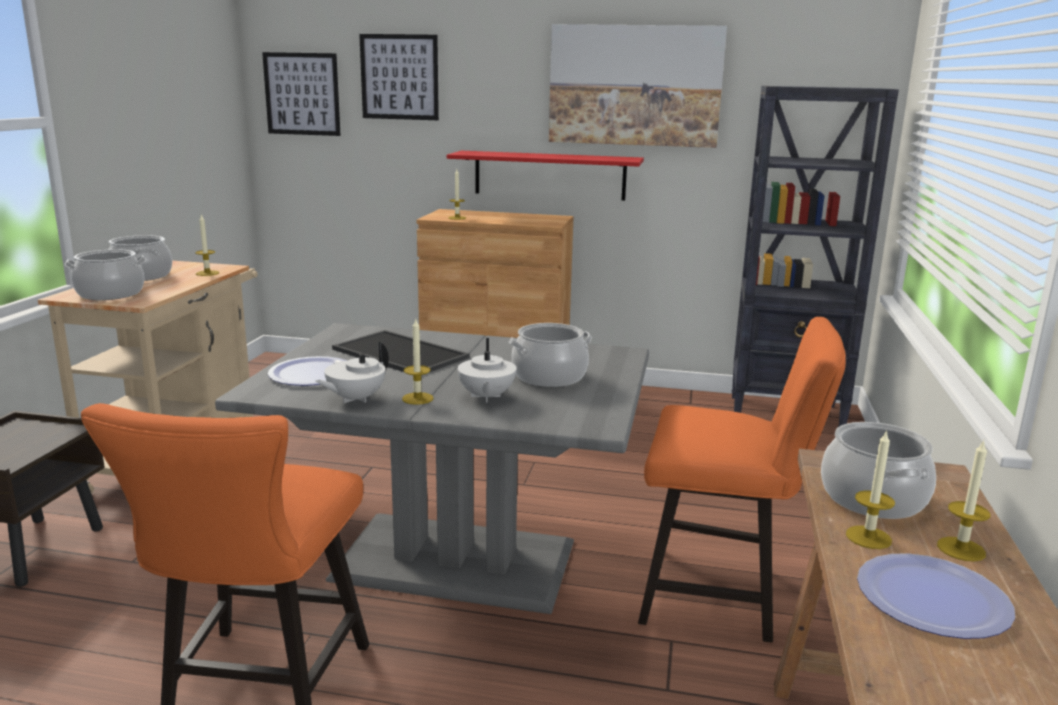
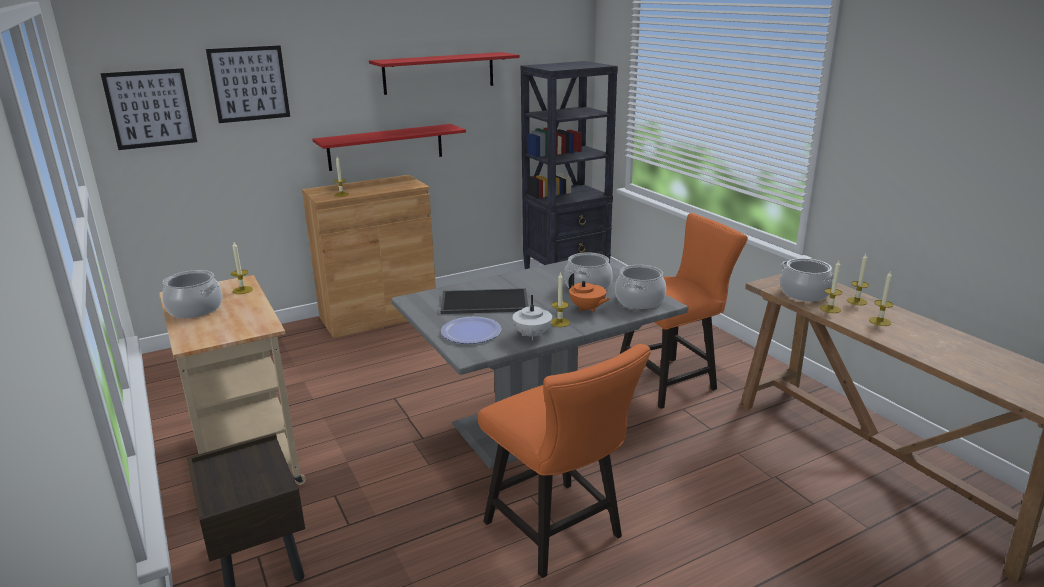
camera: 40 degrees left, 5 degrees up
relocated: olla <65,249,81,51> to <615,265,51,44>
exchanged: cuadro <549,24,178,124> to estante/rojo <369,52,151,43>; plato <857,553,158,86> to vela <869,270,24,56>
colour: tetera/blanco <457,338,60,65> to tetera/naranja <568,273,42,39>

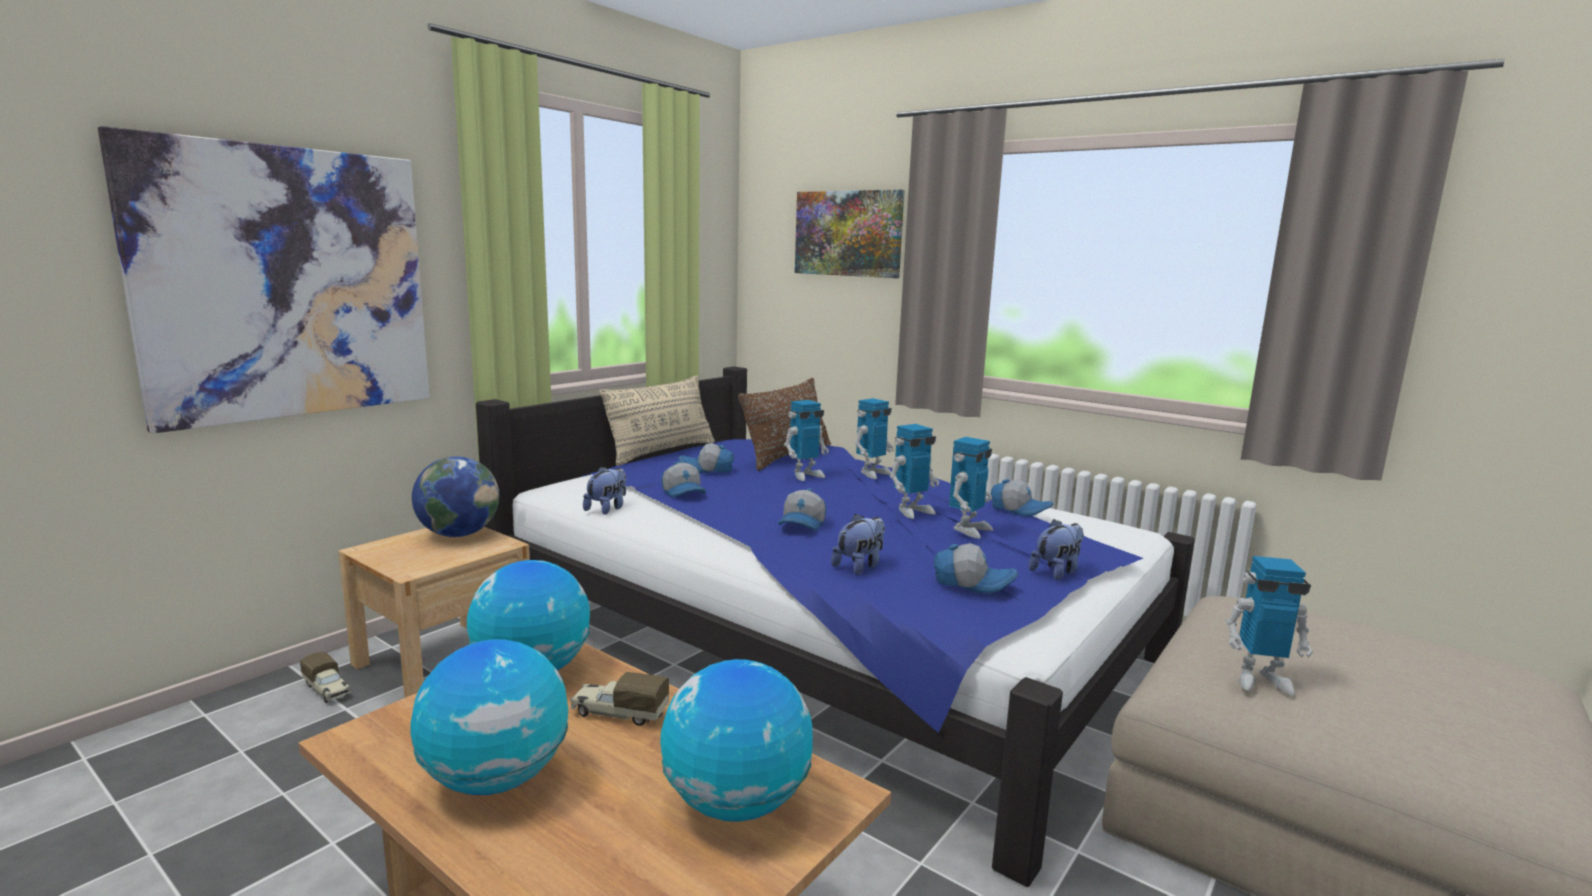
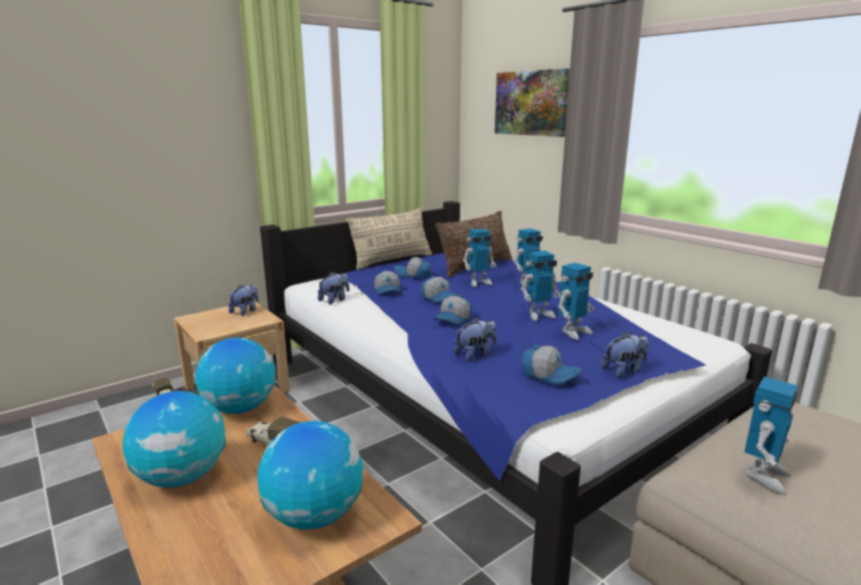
camera: 15 degrees right, 5 degrees up
missing: cuadro <98,126,331,308>
relocated: gorra <991,479,62,37> to <421,276,37,27>
exchanged: globo terráqueo <412,456,87,81> to peluche <228,284,30,32>
spun: robot de juguete <1226,556,87,140> = <745,377,53,116> 75 degrees counterclockwise

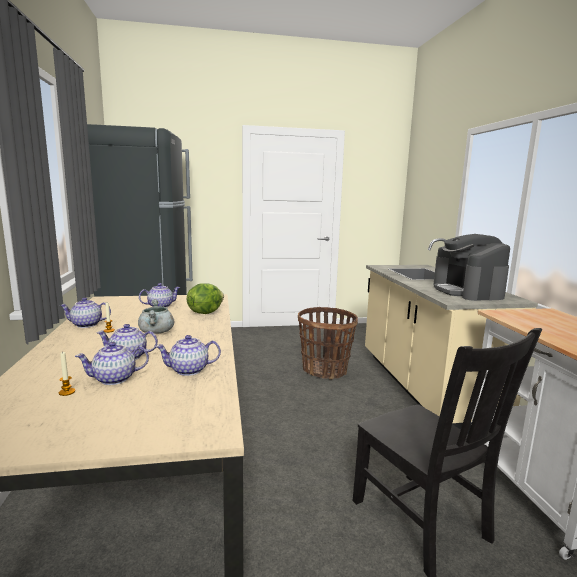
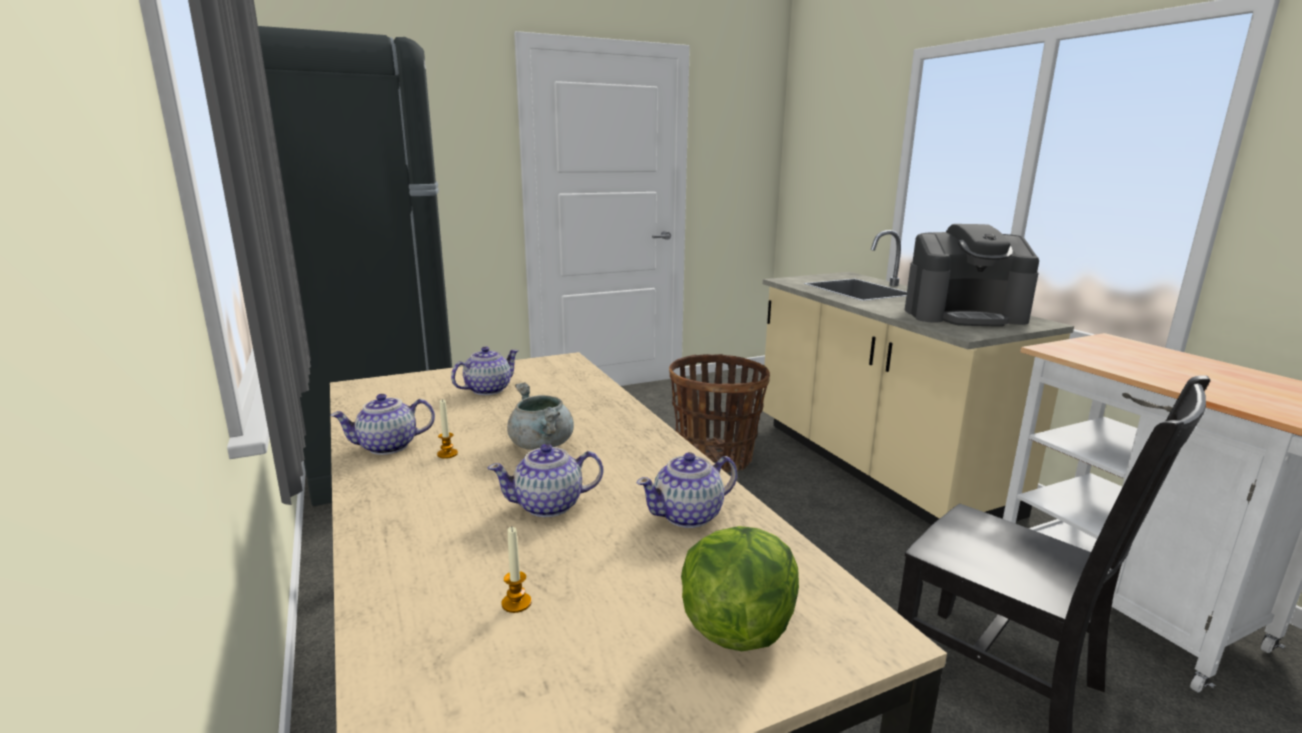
camera: 15 degrees left, 5 degrees up
missing: tetera <75,342,74,43>
relocated: lechuga <187,283,37,31> to <681,526,118,125>
spun: cafetera <433,234,77,67> = <905,224,134,103> 60 degrees counterclockwise

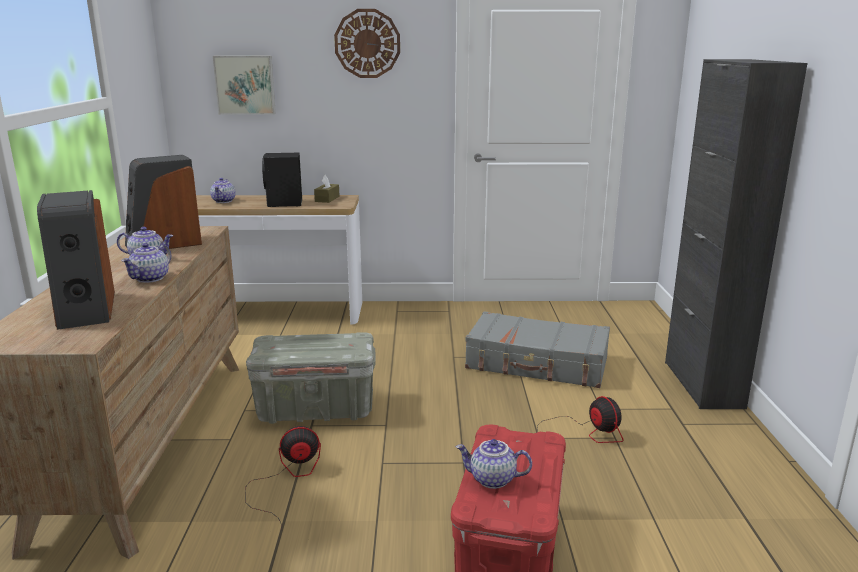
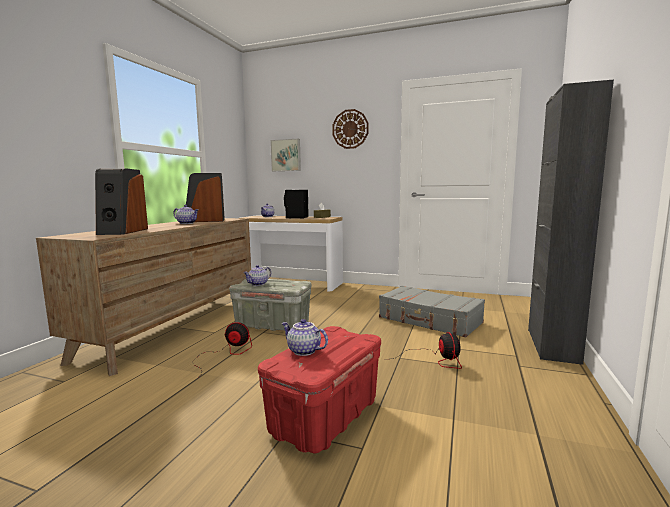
camera: 20 degrees right, 10 degrees down
relocated: tetera <121,243,50,40> to <243,265,28,21>

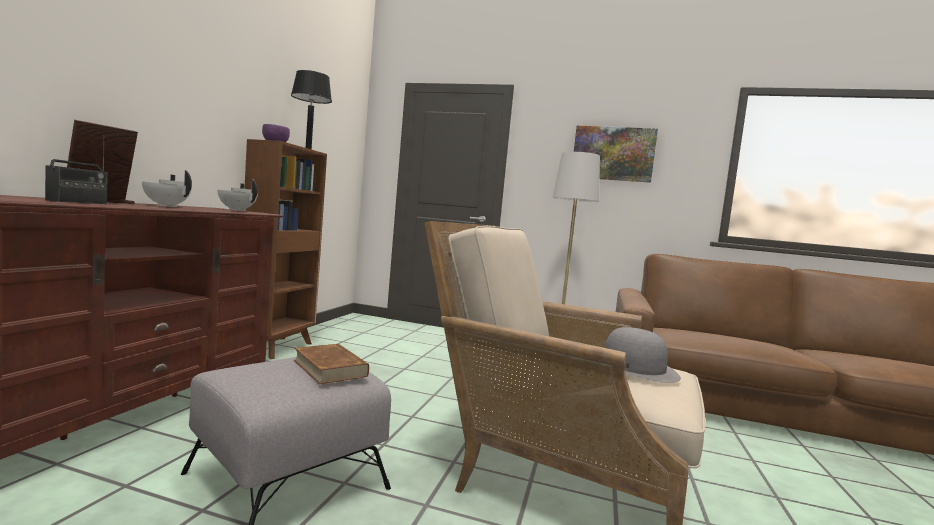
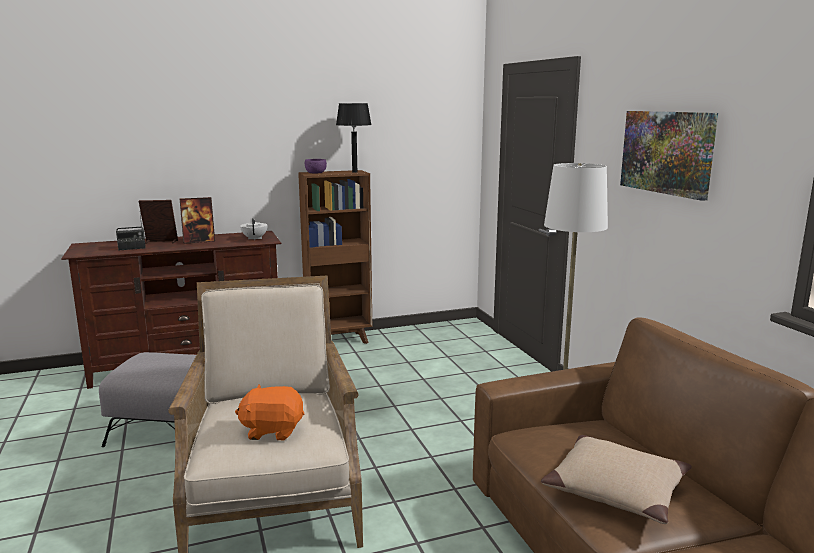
camera: 55 degrees right, 10 degrees up
missing: libro/marrón <294,344,75,40>
appeared: cojín/beis <541,435,151,89>
exchanged: tetera/blanco <142,170,50,37> to portarretratos <180,197,35,47>; sombrero/gris <605,327,76,56> to peluche/naranja <235,385,69,55>

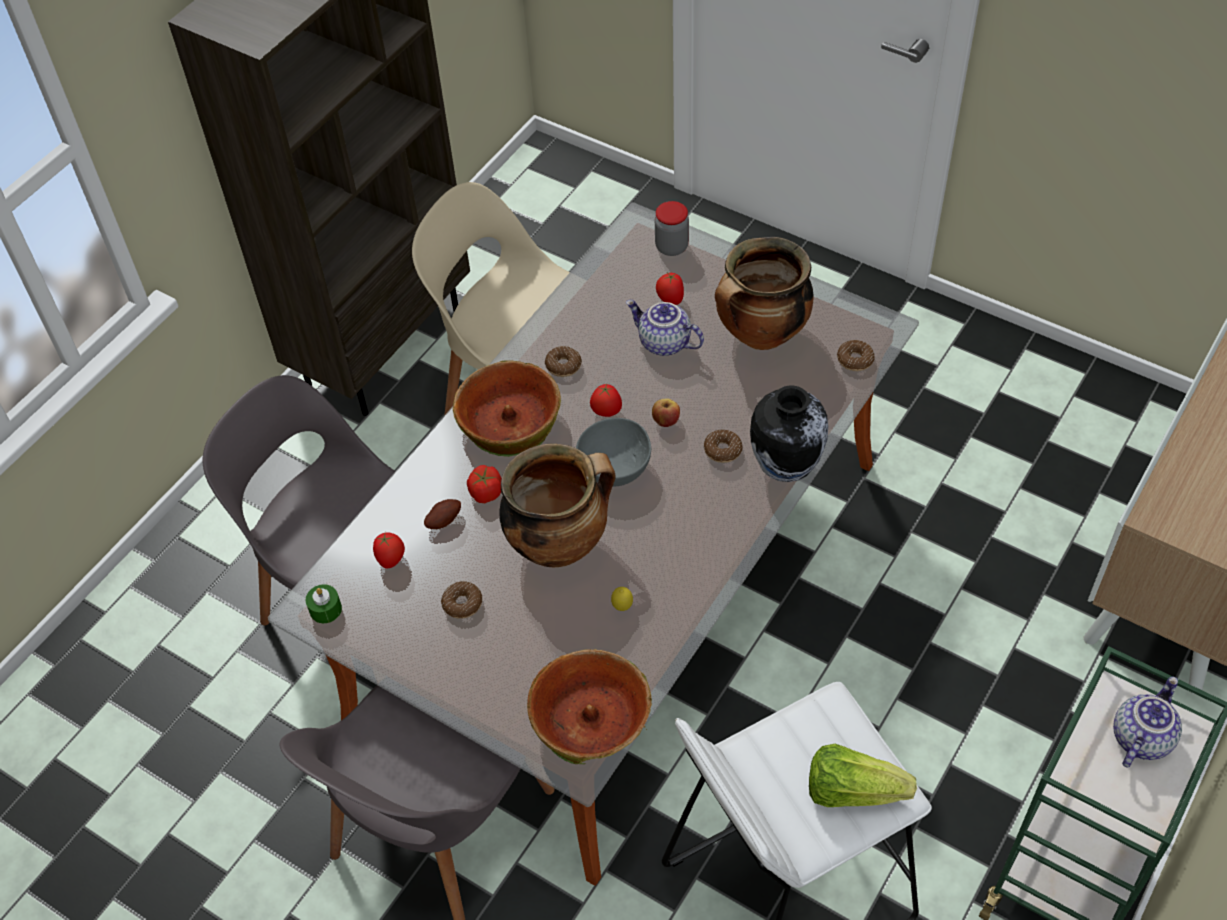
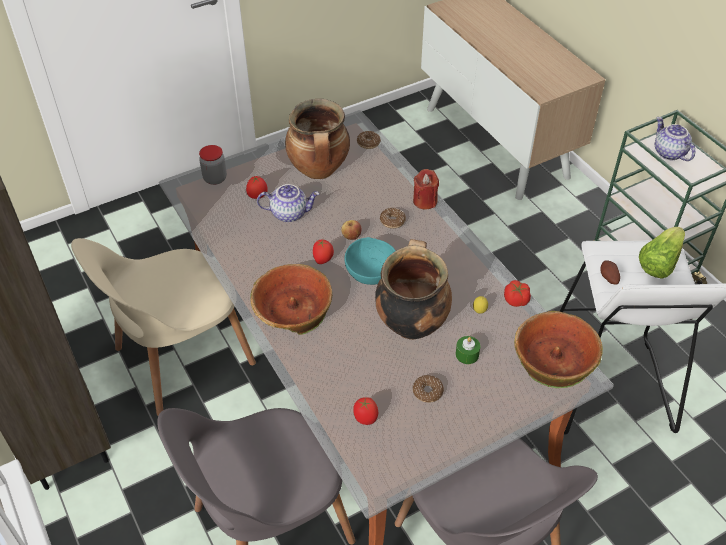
camera: 65 degrees left, 5 degrees down
missing: rosquilla <545,346,37,31>
relocated: vela/verde <306,584,36,39> to <456,336,24,28>; patata <424,499,37,30> to <600,260,20,24>; tomate <467,465,35,38> to <504,280,27,27>
exchanged: florero <750,385,78,97> to vela/rojo <413,169,26,41>
colour: cuenco/gris <576,418,75,68> to cuenco/turquesa <345,237,51,48>
spun: tetera <626,300,78,56> = <257,184,62,38> 150 degrees counterclockwise

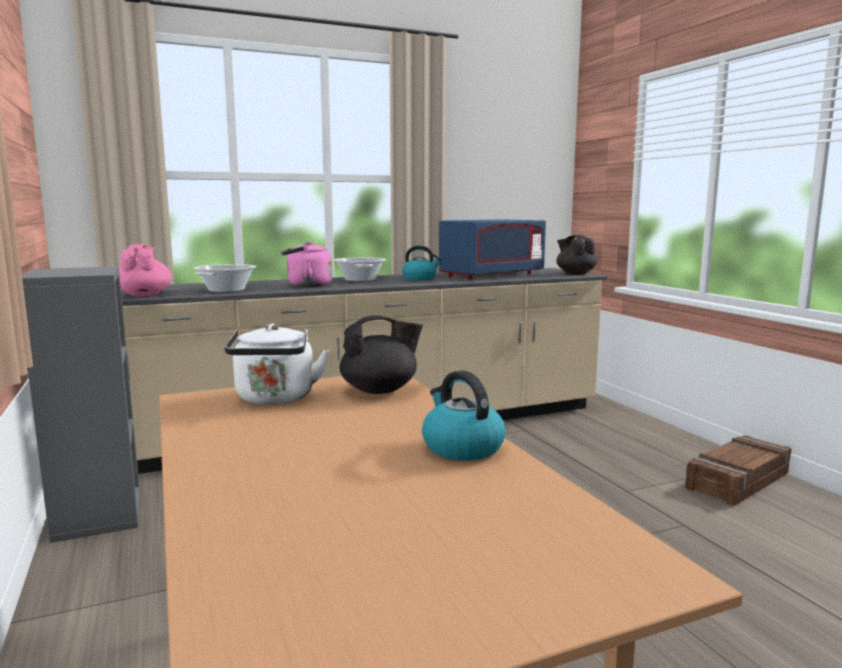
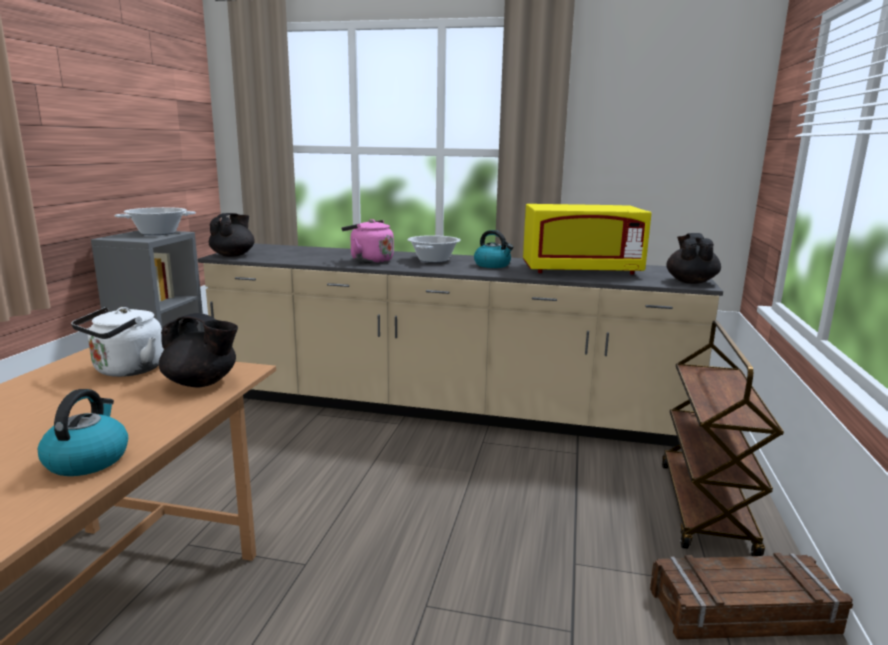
camera: 35 degrees right, 5 degrees up
appeared: carrito/marrón <662,320,122,236>
relocated: olla <193,264,63,29> to <115,207,81,28>
colour: tetera/rosa <119,244,53,53> to tetera/negro <209,213,46,44>; microondas/azul <439,220,107,59> to microondas/amarillo <523,204,129,71>

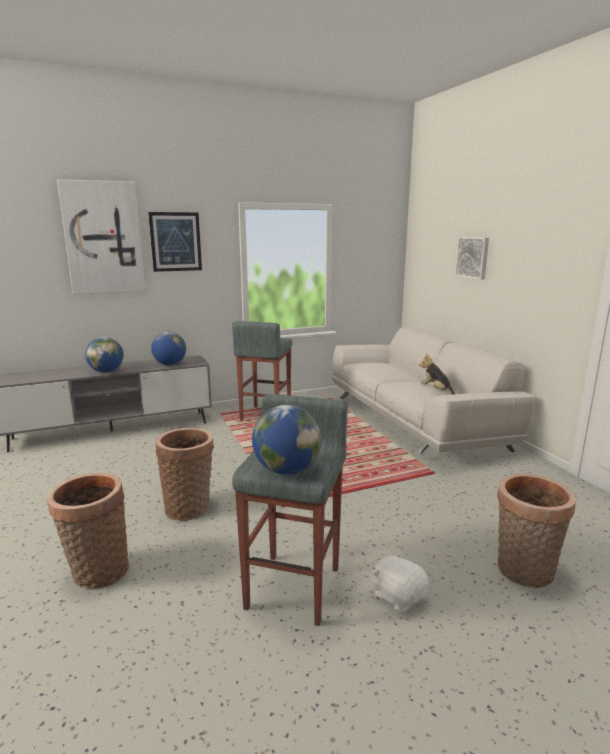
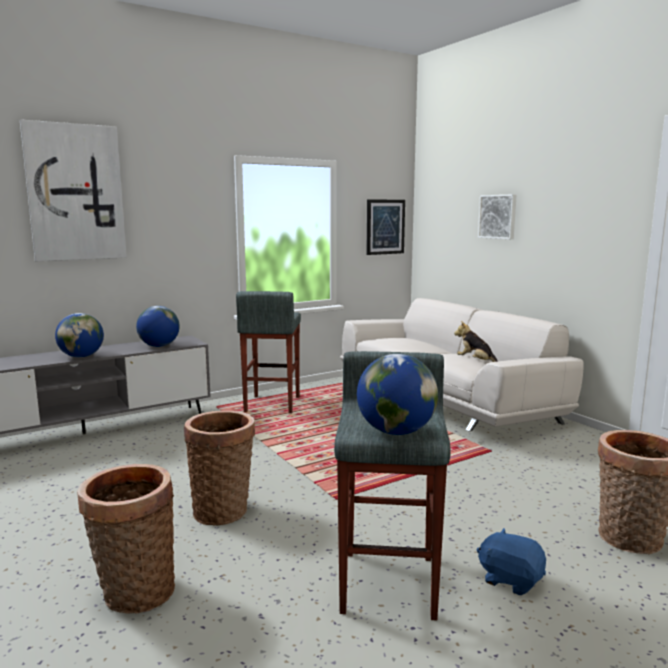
camera: 10 degrees left, 5 degrees down
relocated: cuadro <148,212,54,60> to <366,199,39,56>
colour: peluche/blanco <372,552,56,61> to peluche/azul <476,528,70,67>

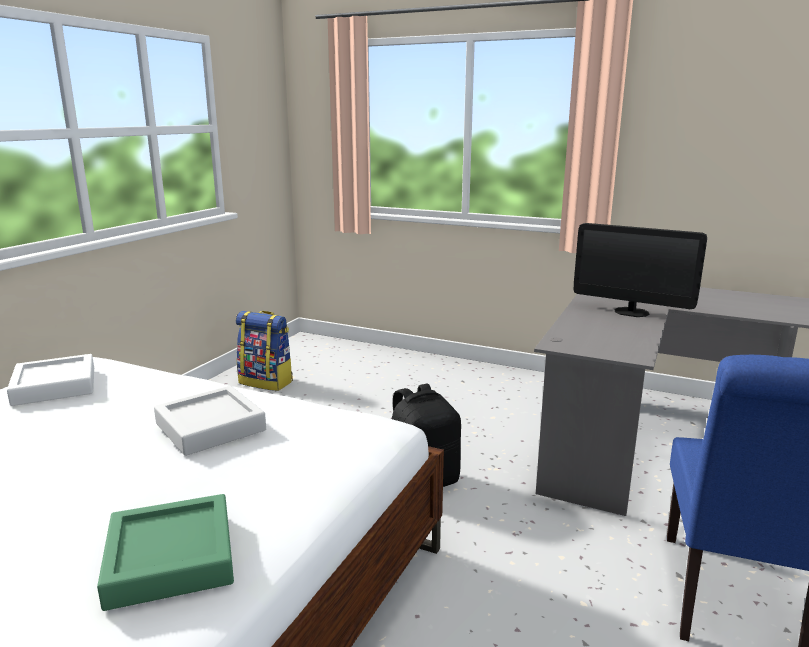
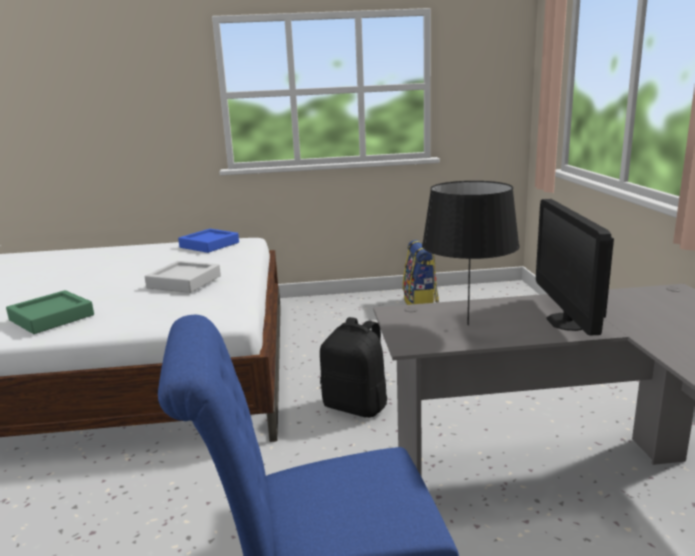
camera: 60 degrees right, 0 degrees up
appeared: lámpara de mesa/negro <422,181,98,144>
colour: bandeja/blanco <7,354,87,52> to bandeja/azul <178,229,61,24>

